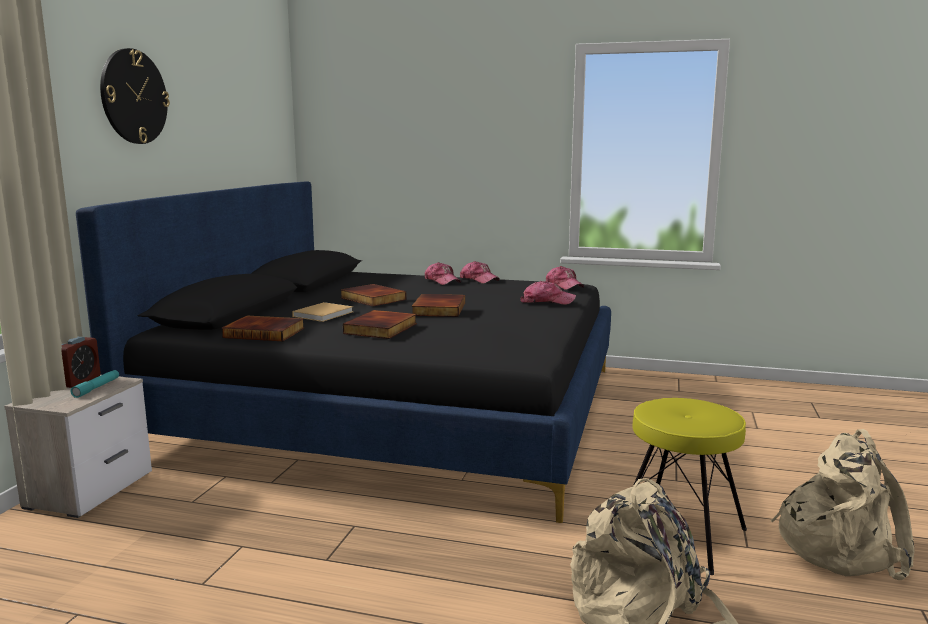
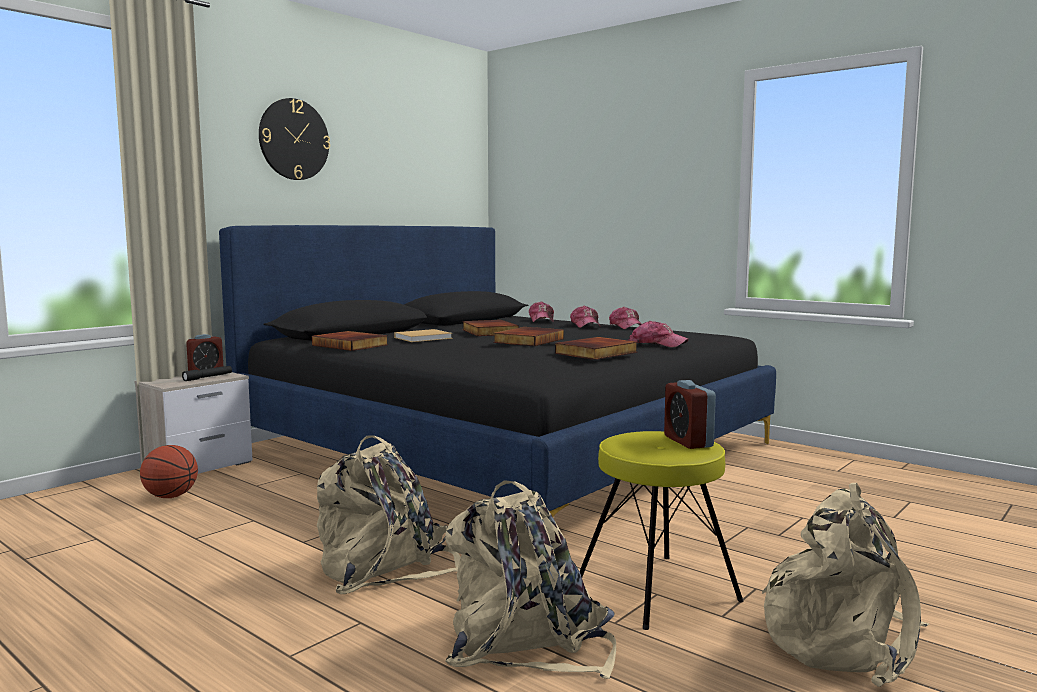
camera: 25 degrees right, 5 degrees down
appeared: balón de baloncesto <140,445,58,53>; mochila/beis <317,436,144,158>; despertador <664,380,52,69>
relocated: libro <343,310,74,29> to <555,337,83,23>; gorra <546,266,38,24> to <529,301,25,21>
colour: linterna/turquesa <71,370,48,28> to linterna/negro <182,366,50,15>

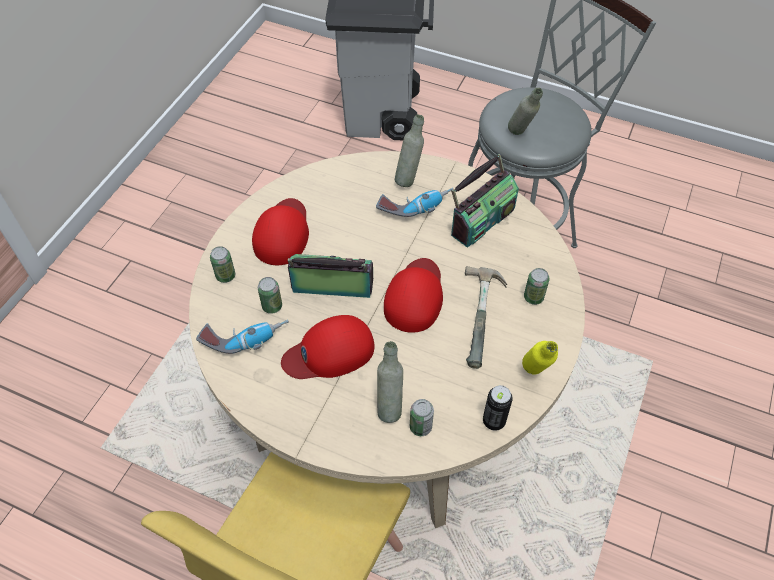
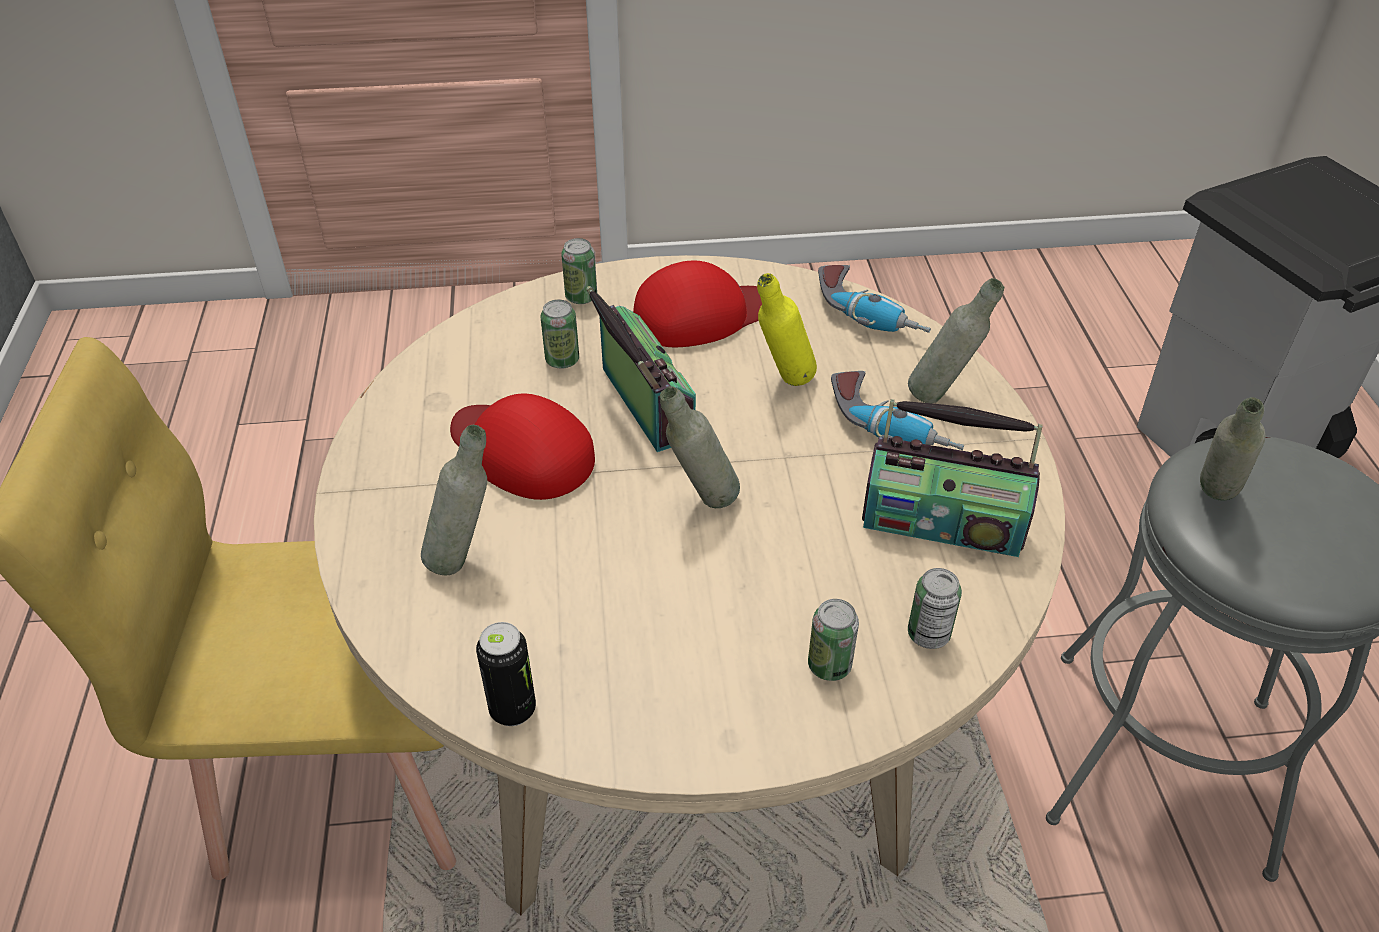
camera: 60 degrees right, 10 degrees down
missing: martillo <465,266,42,103>
relocated: taladro <196,320,93,34> to <818,265,113,68>; lata <410,399,24,37> to <908,568,54,81>; botella/amarillo <522,341,36,33> to <757,273,60,113>
exchanged: gorra/rojo <384,258,59,75> to botella/gris <660,386,80,122>

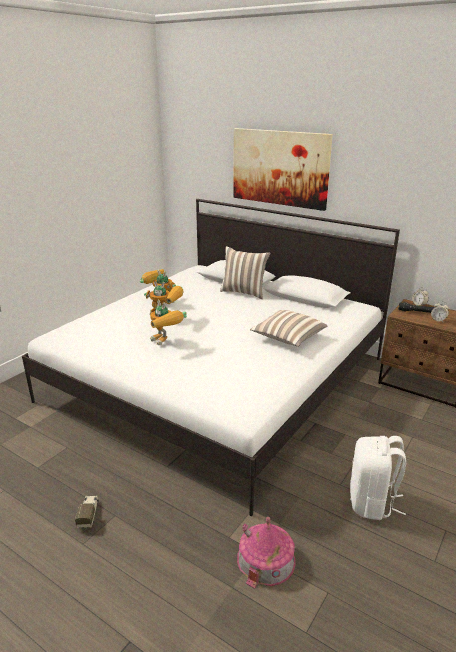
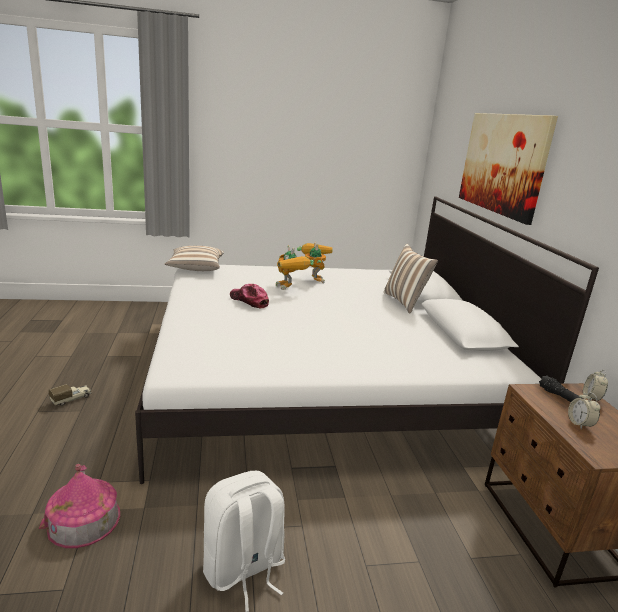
camera: 45 degrees right, 5 degrees down
relocated: cojín <250,310,78,37> to <165,246,59,25>
exchanged: robot de juguete <150,300,37,45> to gorra <230,284,39,24>

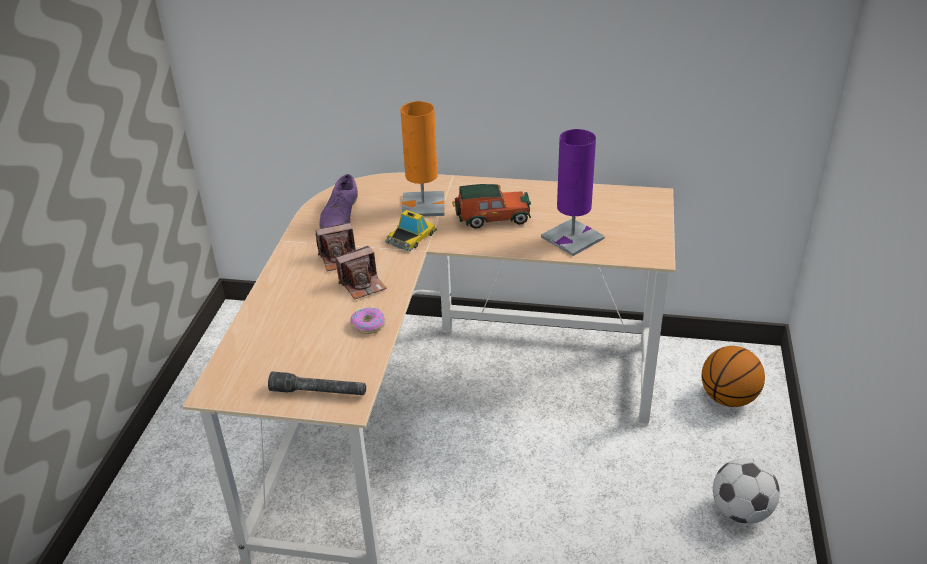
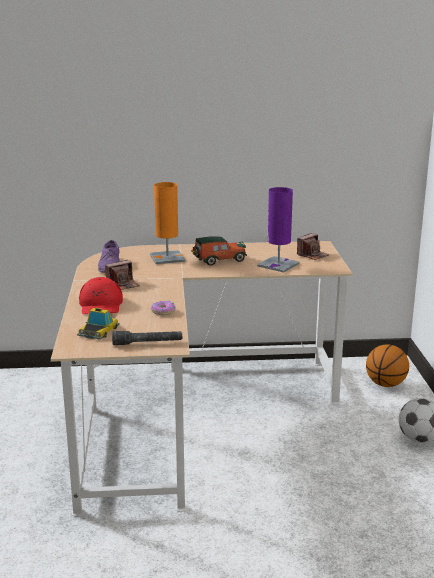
camera: 15 degrees left, 15 degrees down
appeared: gorra/rojo <79,277,44,37>
relocated: cámara <335,246,51,54> to <297,233,32,27>; coche de juguete <385,210,52,41> to <77,308,43,31>

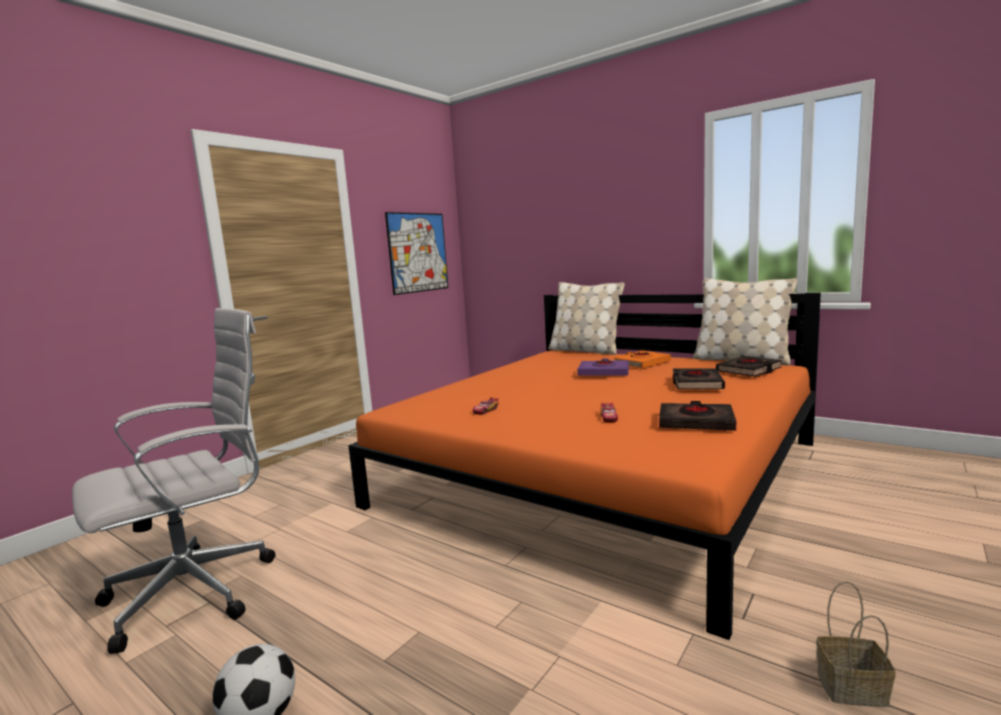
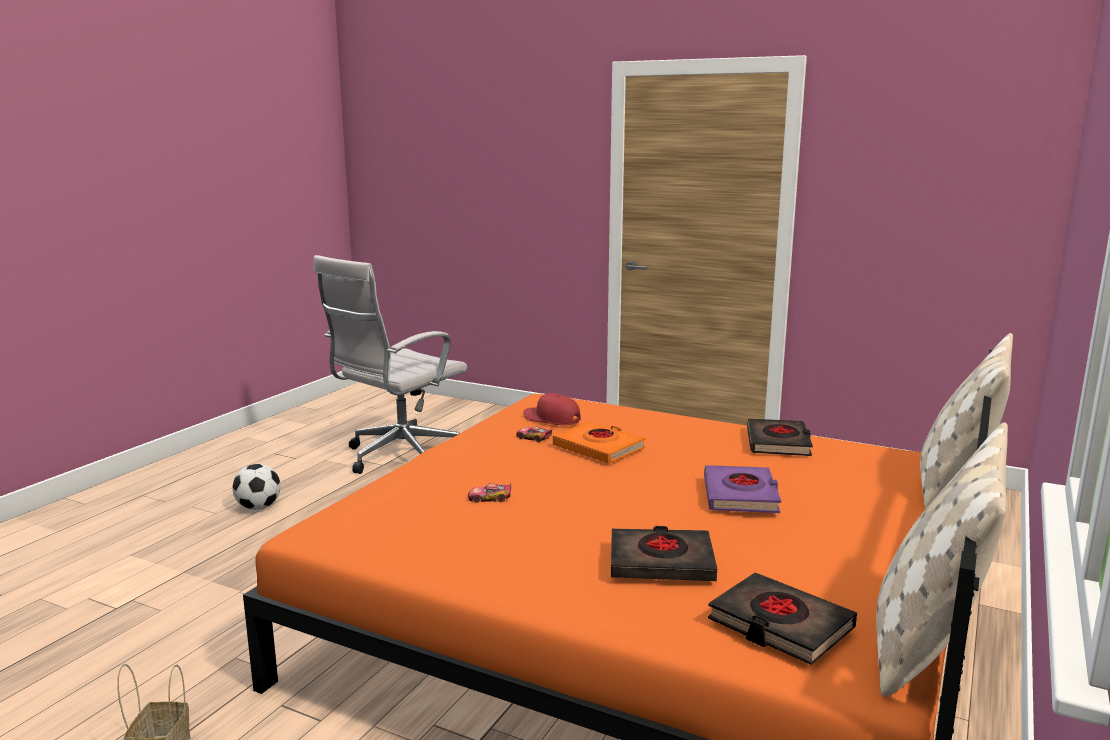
camera: 80 degrees right, 5 degrees up
missing: cuadro <385,212,63,83>
appeared: gorra/rojo <523,393,58,32>
relocated: libro/naranja <614,350,57,19> to <553,422,93,42>; libro/negro <659,401,77,30> to <747,419,66,37>
spun: silla de oficina/blanco <72,308,203,346> = <313,255,154,219> 90 degrees clockwise

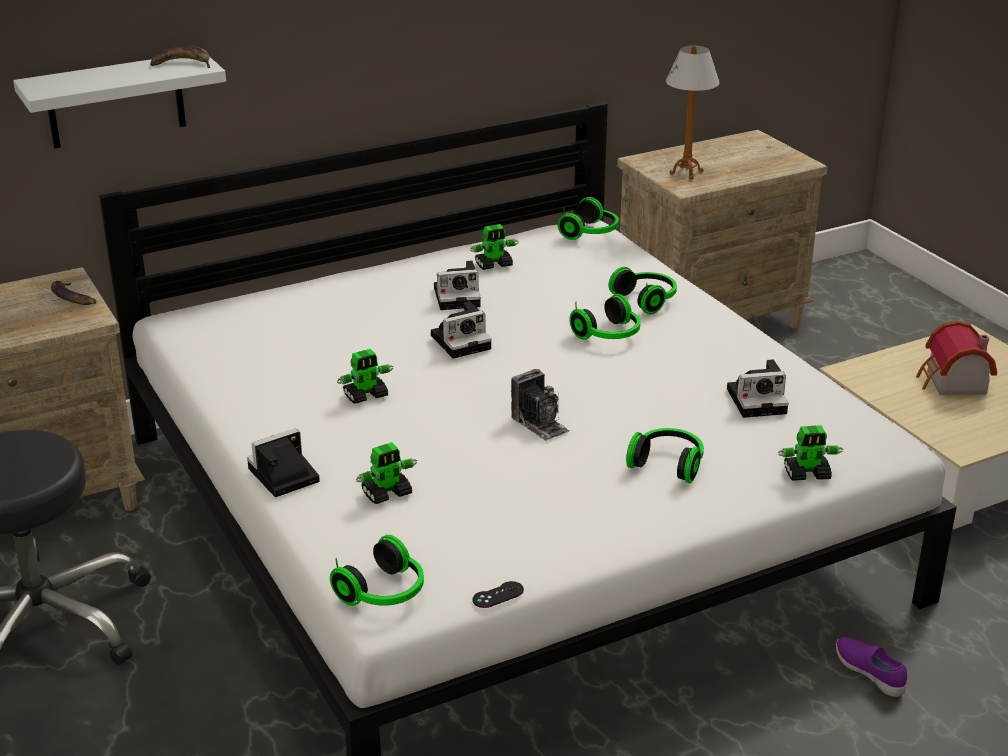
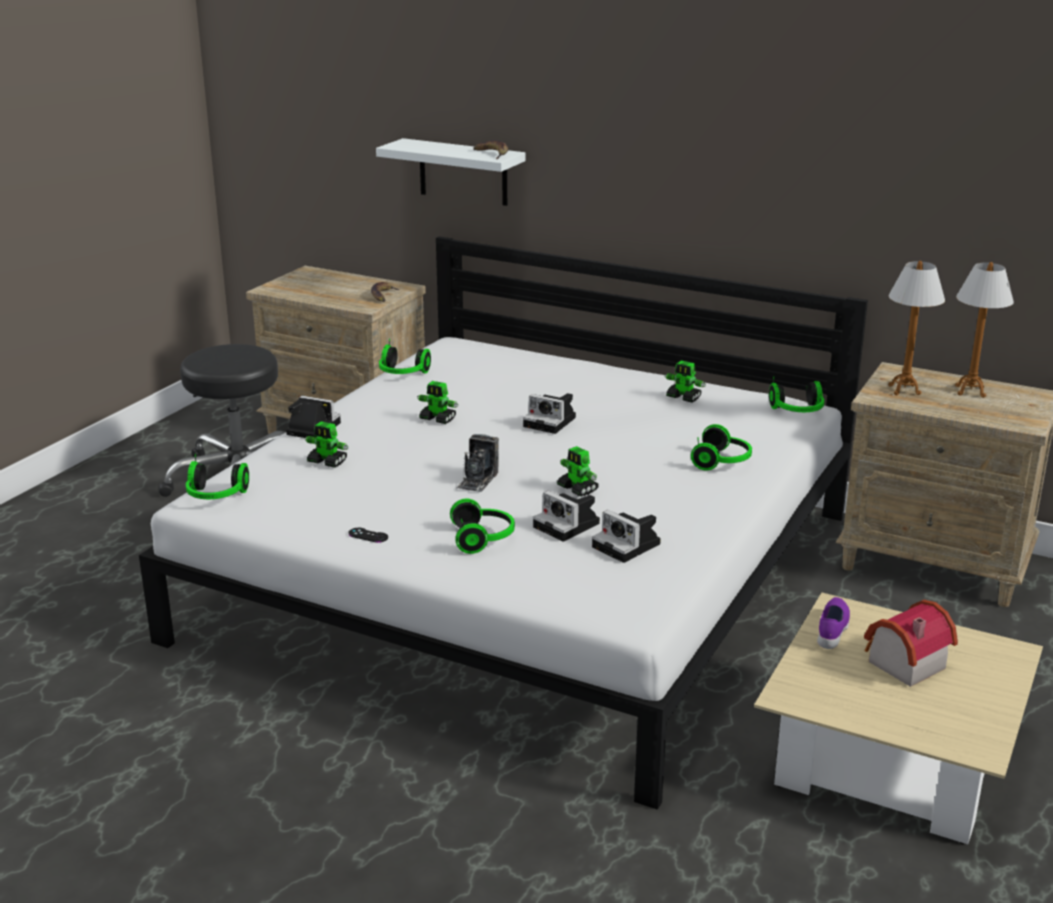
camera: 55 degrees right, 5 degrees down
appeared: lámpara de mesa <955,262,59,136>
relocated: cámara <434,260,47,50> to <533,491,67,51>; mando de consola/negro <472,581,52,27> to <348,528,40,15>; auriculares <569,294,71,46> to <379,338,52,36>; robot de juguete <778,425,65,56> to <557,446,42,51>; zapato/morado <836,637,71,60> to <817,597,33,52>

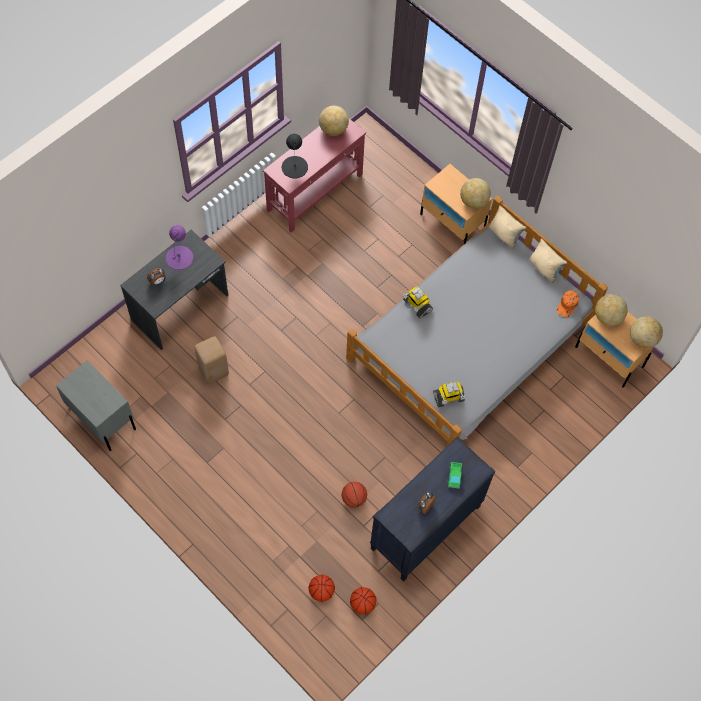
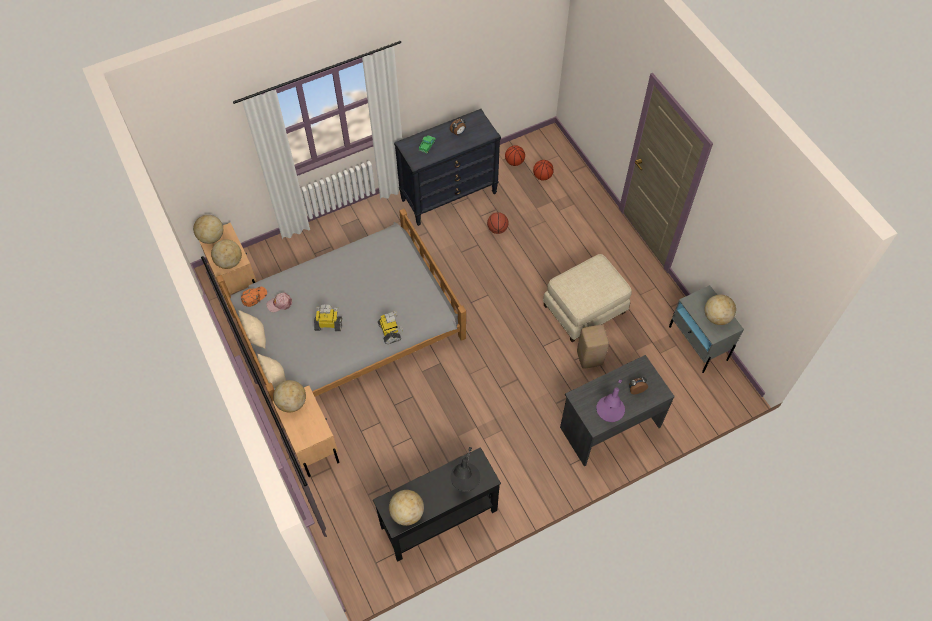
camera: 160 degrees left, 5 degrees down
appeared: gorra/rosa <267,292,25,20>; puf/beis <543,254,89,88>; globo terráqueo <704,295,32,30>
relocated: robot de juguete <433,381,33,26> to <314,304,28,27>
colour: mesa consola/rojo <263,118,103,115> to mesa consola/negro <373,447,128,115>

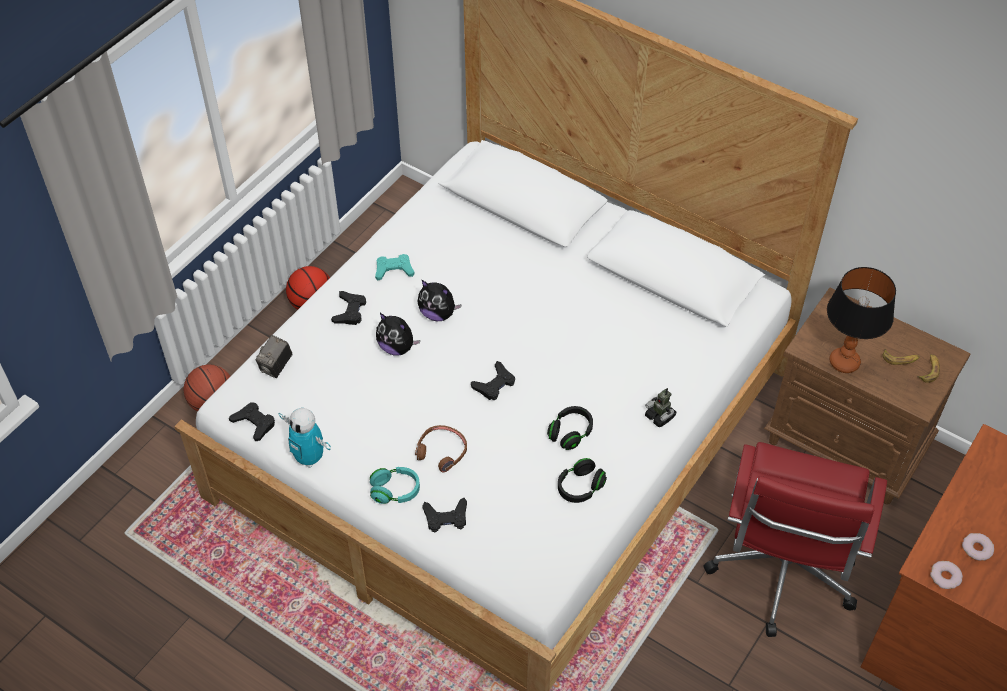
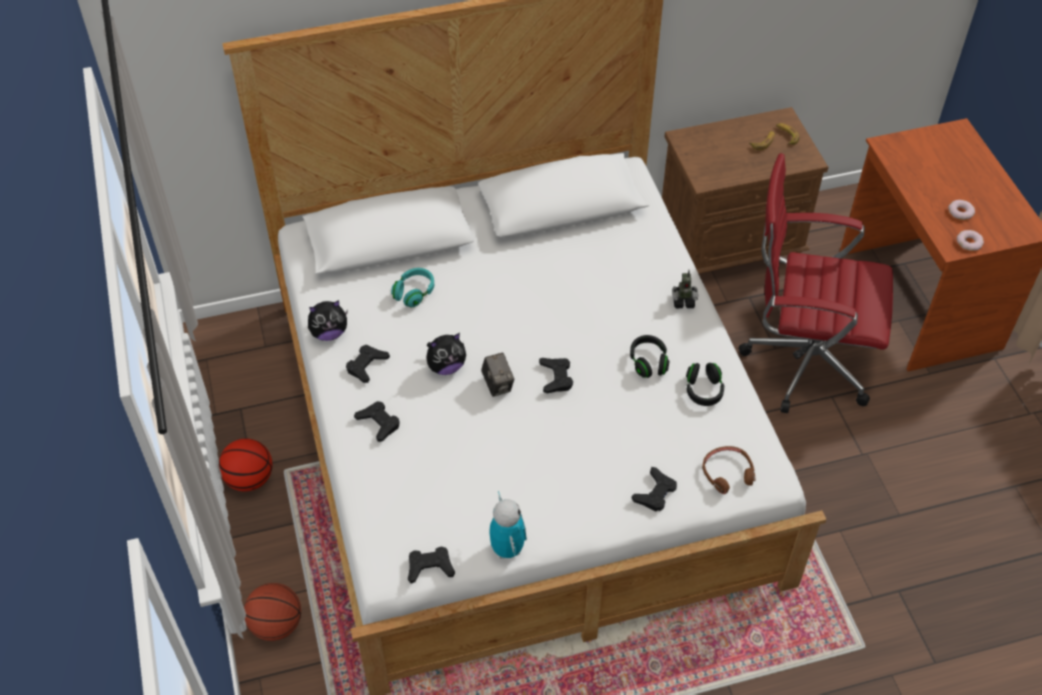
camera: 50 degrees left, 0 degrees up
missing: lámpara de mesa <827,267,69,106>
relocated: cámara <256,335,37,43> to <481,352,33,45>; auriculares/turquesa <370,467,50,37> to <391,268,43,39>; peluche <376,313,44,43> to <308,300,40,41>; auriculares/marrón <415,425,52,48> to <702,446,53,48>
colour: mando de consola/turquesa <375,254,40,26> to mando de consola/negro <346,345,44,38>
spun: robot de juguete <278,408,53,60> = <489,491,38,68> 90 degrees counterclockwise; silla de oficina/rojo <703,442,184,195> = <739,153,154,260> 135 degrees clockwise

